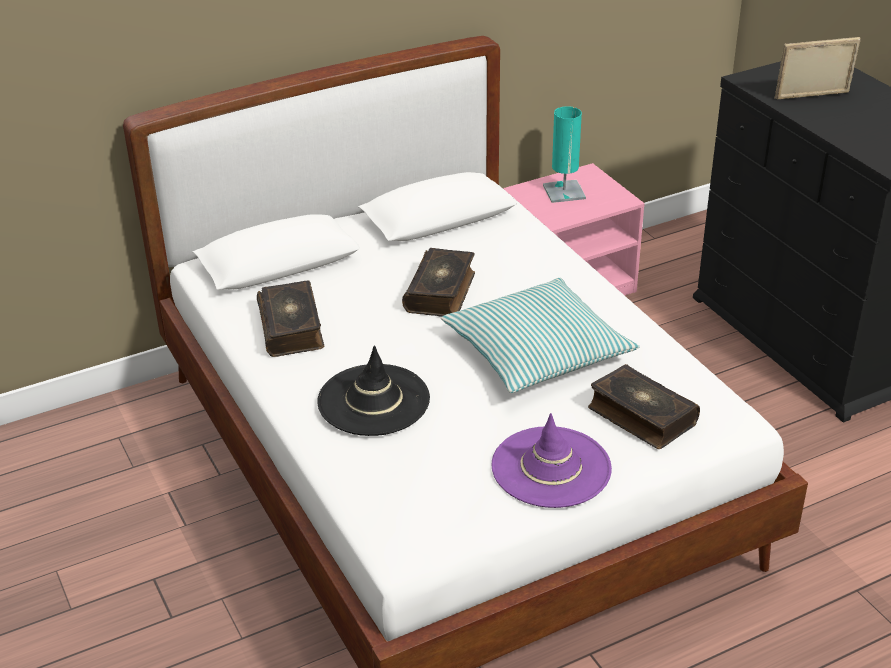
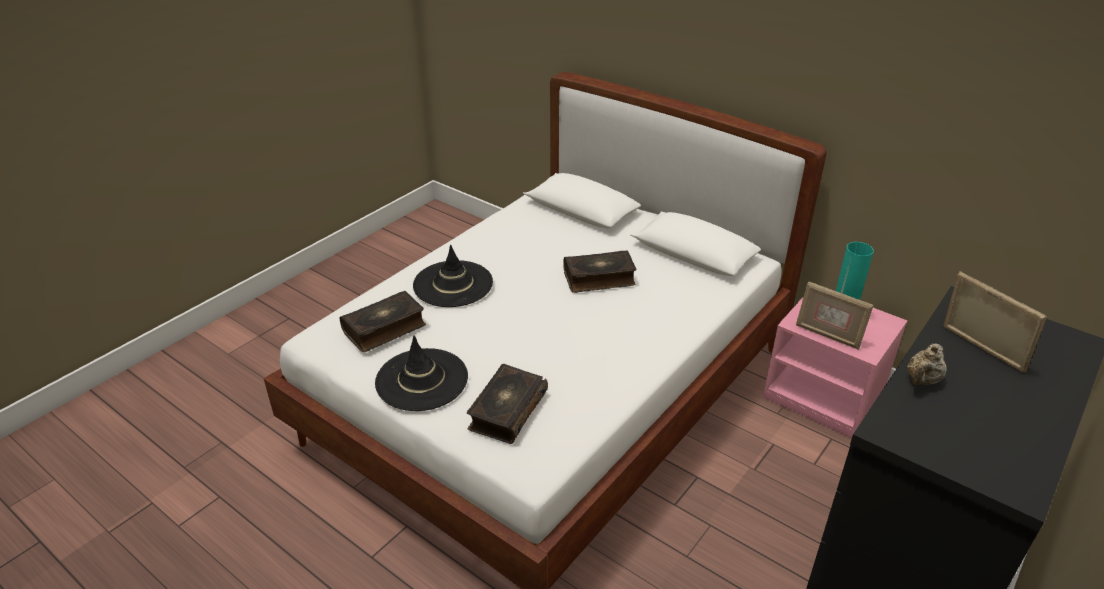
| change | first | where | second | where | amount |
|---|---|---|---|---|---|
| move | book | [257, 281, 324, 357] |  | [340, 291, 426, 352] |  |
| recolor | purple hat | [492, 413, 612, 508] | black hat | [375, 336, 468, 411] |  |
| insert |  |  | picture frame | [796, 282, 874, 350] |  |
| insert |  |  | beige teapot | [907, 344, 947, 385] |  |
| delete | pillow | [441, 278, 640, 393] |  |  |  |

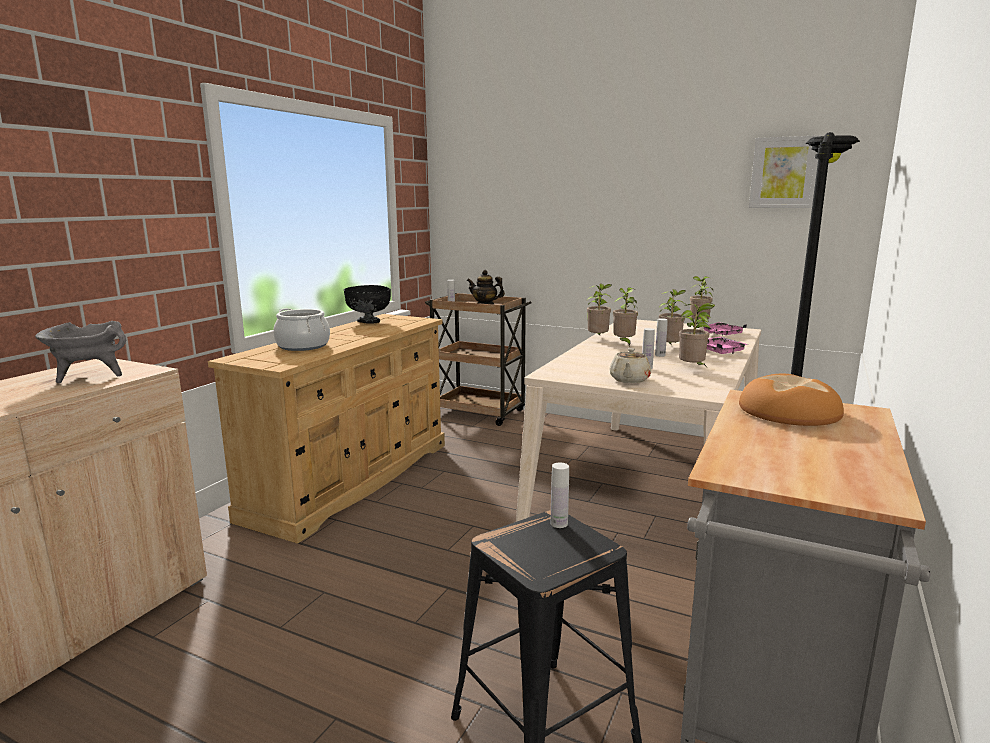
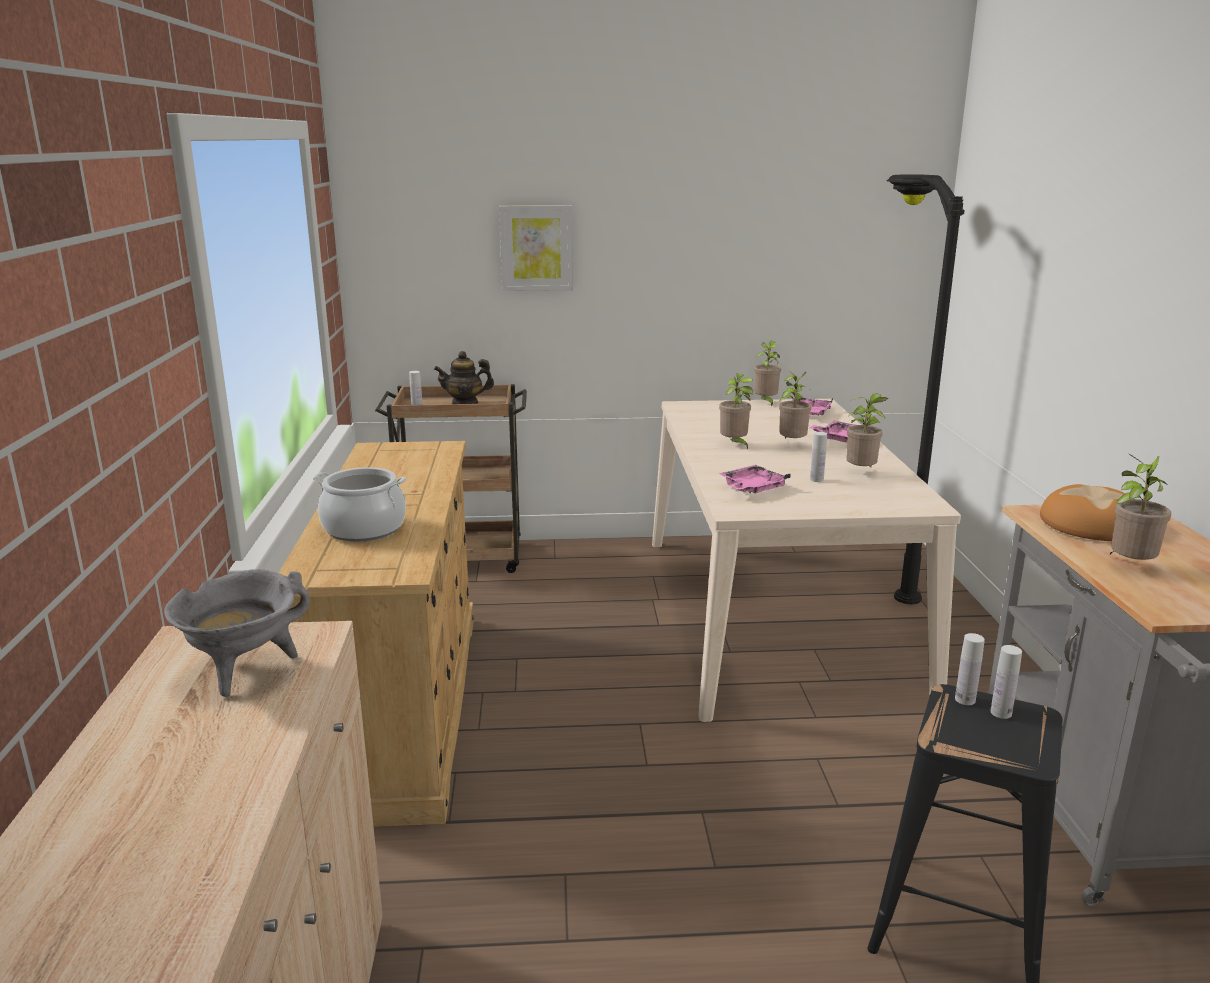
| change | first | where | second | where | amount |
|---|---|---|---|---|---|
| move | picture | [749, 135, 821, 208] |  | [499, 205, 573, 291] |  |
| insert |  |  | pink tray | [719, 465, 791, 493] |  |
| move | white bottle | [655, 318, 668, 357] |  | [991, 645, 1022, 719] |  |
| move | potted plant | [587, 284, 612, 335] |  | [1110, 454, 1171, 560] |  |
| delete | black bowl | [344, 285, 391, 324] |  |  |  |
| delete | beige teapot | [610, 348, 651, 383] |  |  |  |

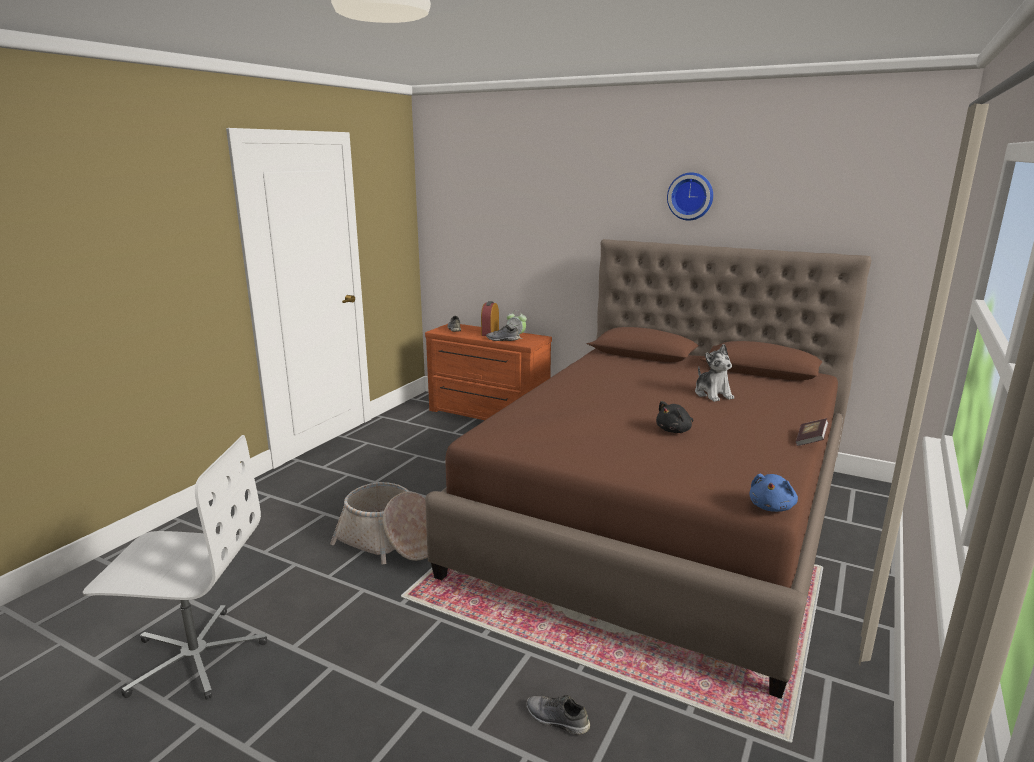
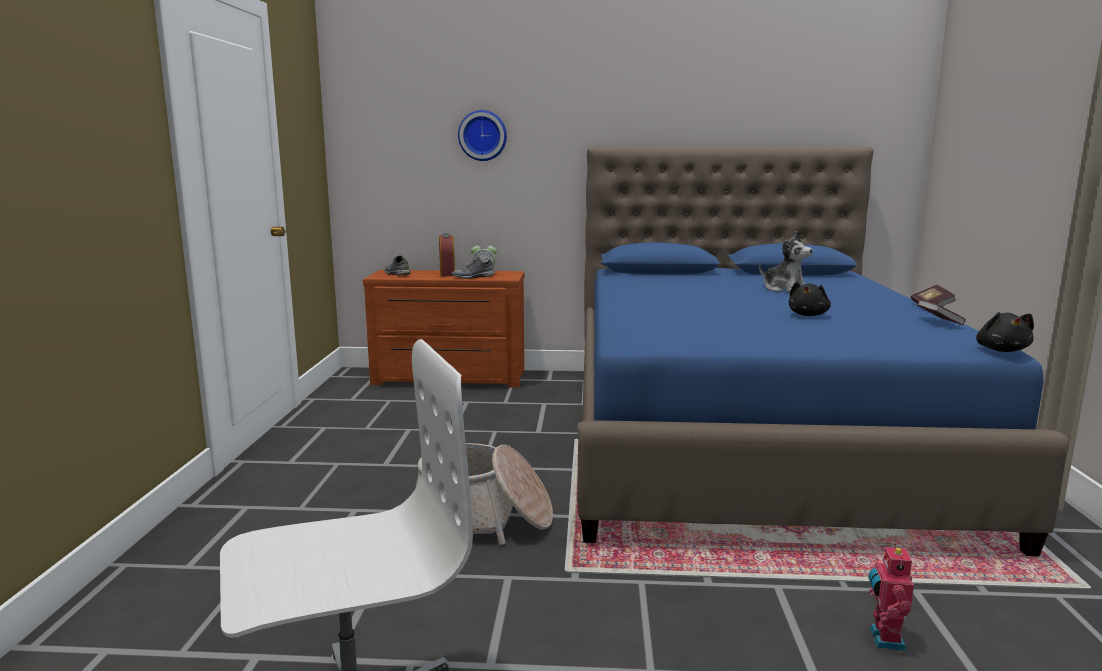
| change | first | where | second | where | amount |
|---|---|---|---|---|---|
| move | wall clock | [667, 172, 713, 221] |  | [458, 110, 507, 161] |  |
| recolor | brown bed | [425, 239, 871, 699] | blue bed | [577, 147, 1070, 556] |  |
| replace | grey shoe | [526, 695, 590, 735] | toy robot | [868, 543, 914, 651] |  |
| insert |  |  | book | [917, 299, 966, 325] |  |
| recolor | blue plush toy | [750, 474, 798, 512] | black plush toy | [976, 312, 1034, 352] |  |

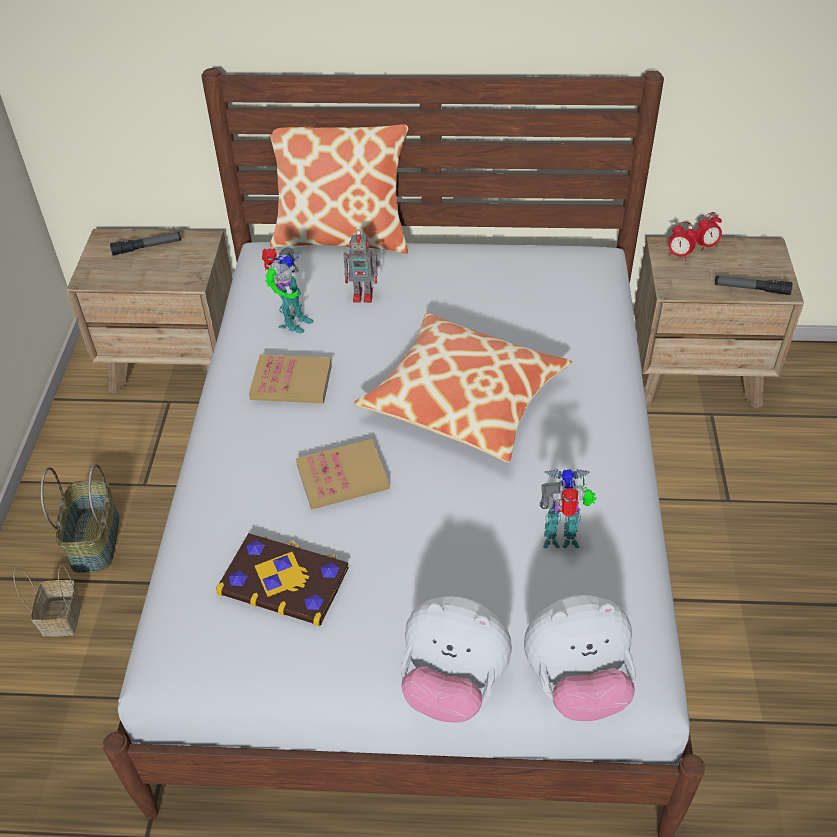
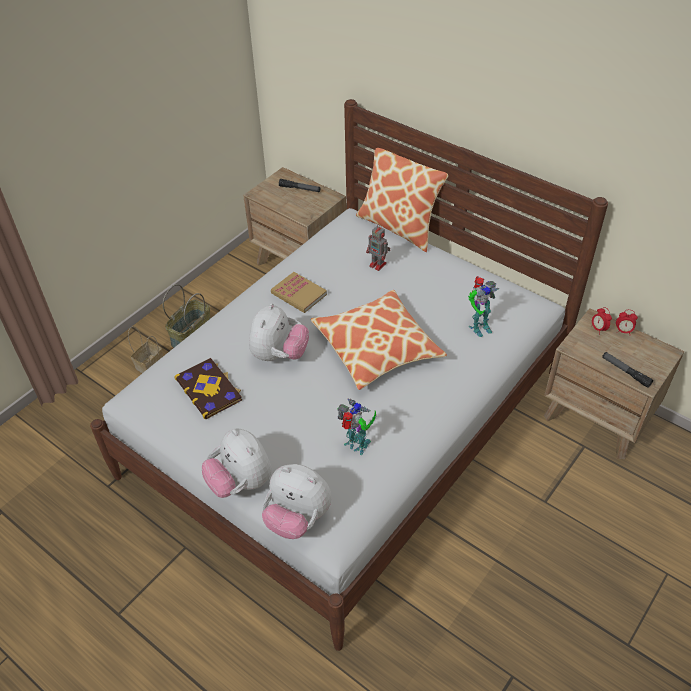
| change | first | where | second | where | amount |
|---|---|---|---|---|---|
| replace | book | [296, 439, 390, 510] | plush toy | [249, 303, 309, 361] |  |
| move | toy robot | [262, 247, 314, 334] |  | [468, 276, 499, 337] |  |

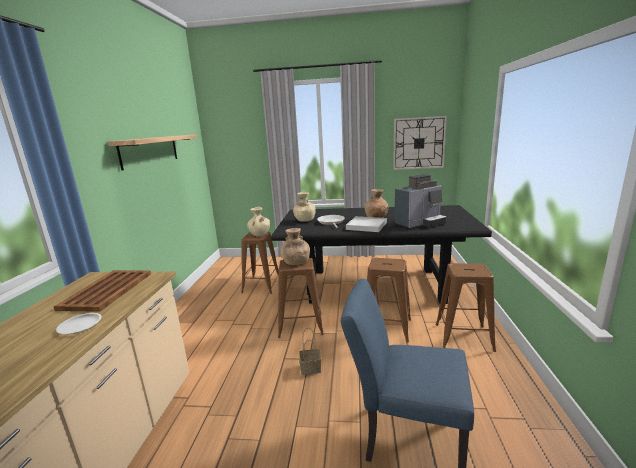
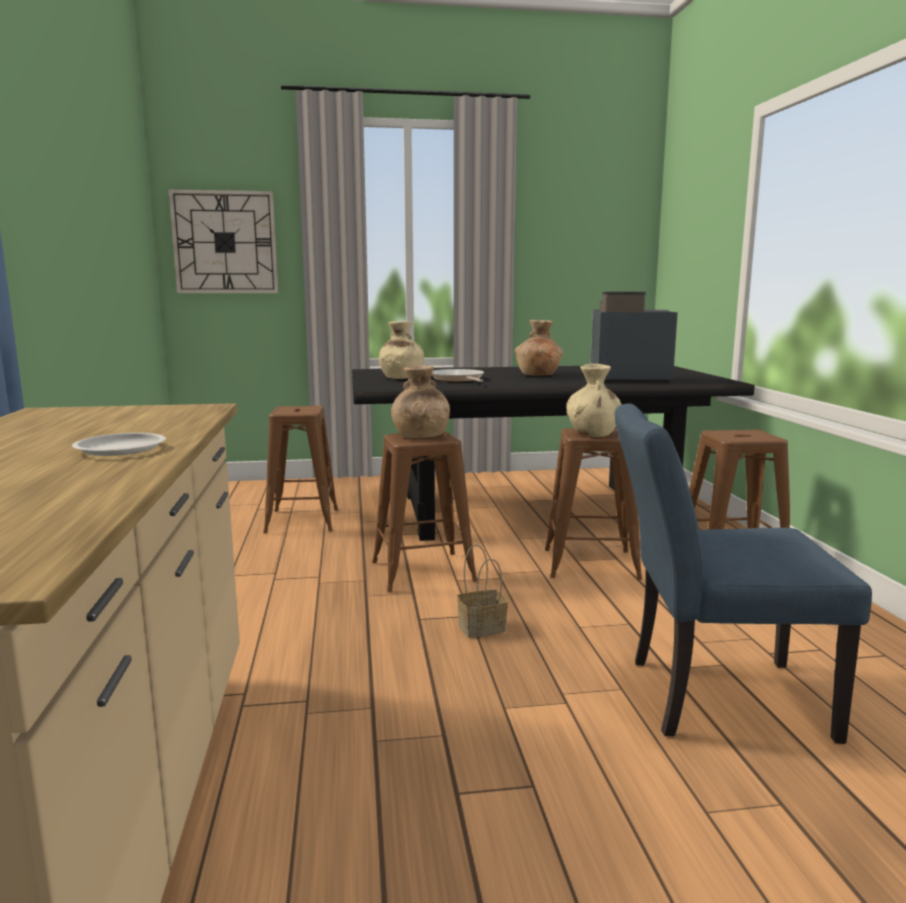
| change | first | where | second | where | amount |
|---|---|---|---|---|---|
| move | wall clock | [393, 116, 447, 170] |  | [168, 189, 278, 293] |  |
| move | beige vase | [247, 207, 270, 236] |  | [566, 364, 622, 437] |  |
| rotate | coffee machine | [395, 174, 447, 228] |  | [589, 291, 678, 382] | 135 degrees counterclockwise |
| delete | brown tray | [54, 271, 151, 312] |  |  |  |
| delete | shelf | [108, 135, 197, 171] |  |  |  |
| delete | white tray | [346, 216, 387, 232] |  |  |  |

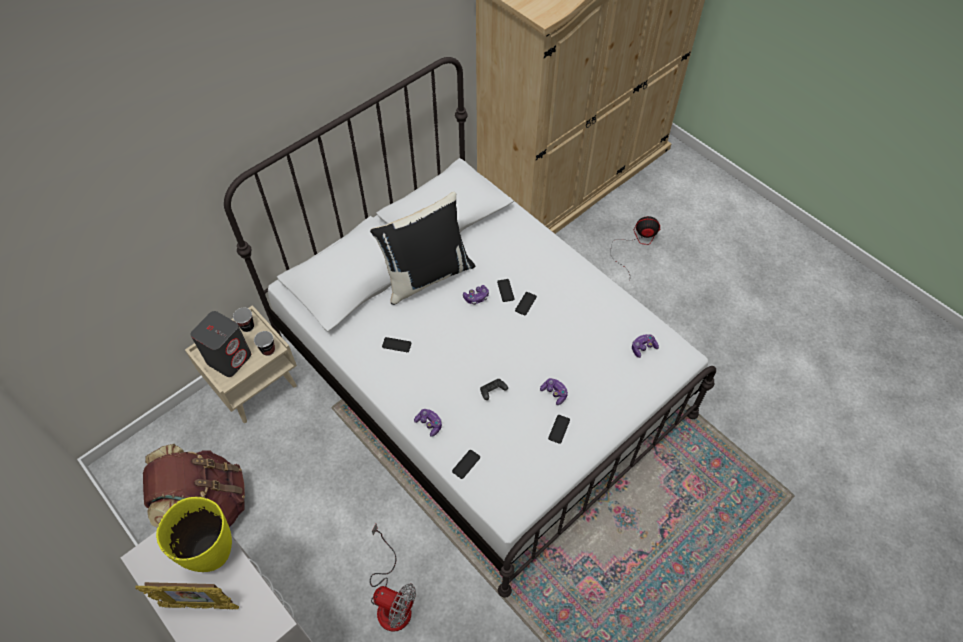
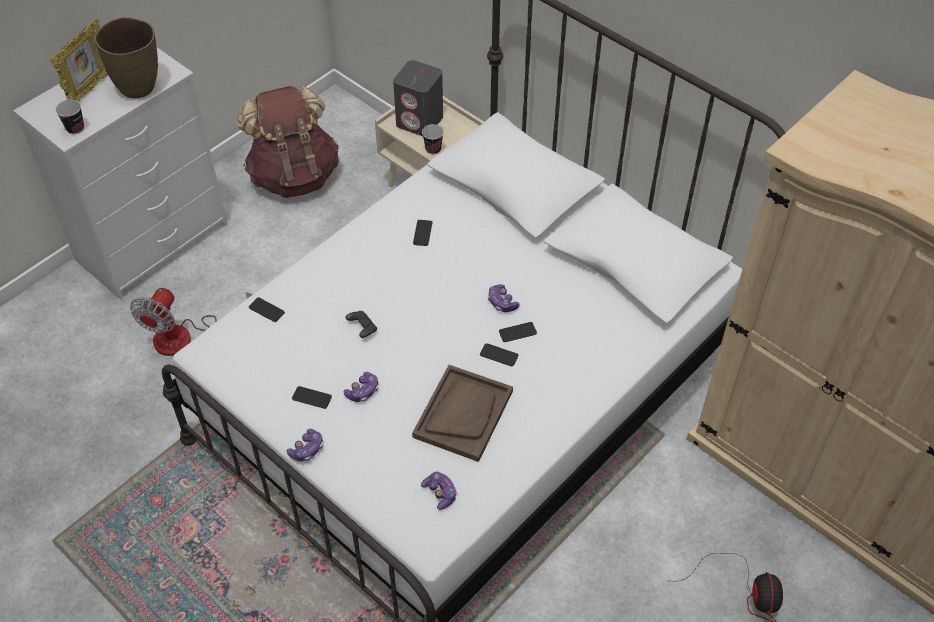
| change | first | where | second | where | amount |
|---|---|---|---|---|---|
| rotate | picture frame | [135, 582, 239, 609] |  | [51, 18, 108, 102] | 150 degrees counterclockwise |
| move | cup | [233, 308, 254, 332] |  | [56, 100, 84, 134] |  |
| recolor | yellow vase | [156, 497, 232, 572] | brown vase | [94, 17, 158, 98] |  |
| move | game controller | [414, 409, 442, 437] |  | [287, 429, 323, 462] |  |
| insert |  |  | brown tray | [412, 365, 513, 462] |  |
| delete | black pillow | [370, 192, 475, 305] |  |  |  |

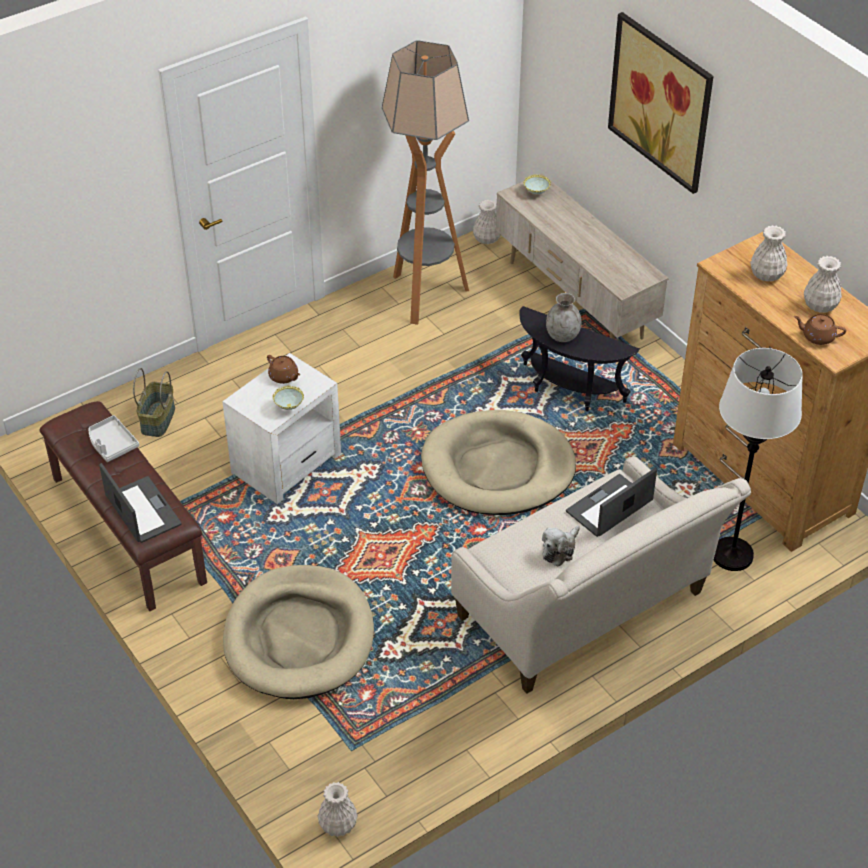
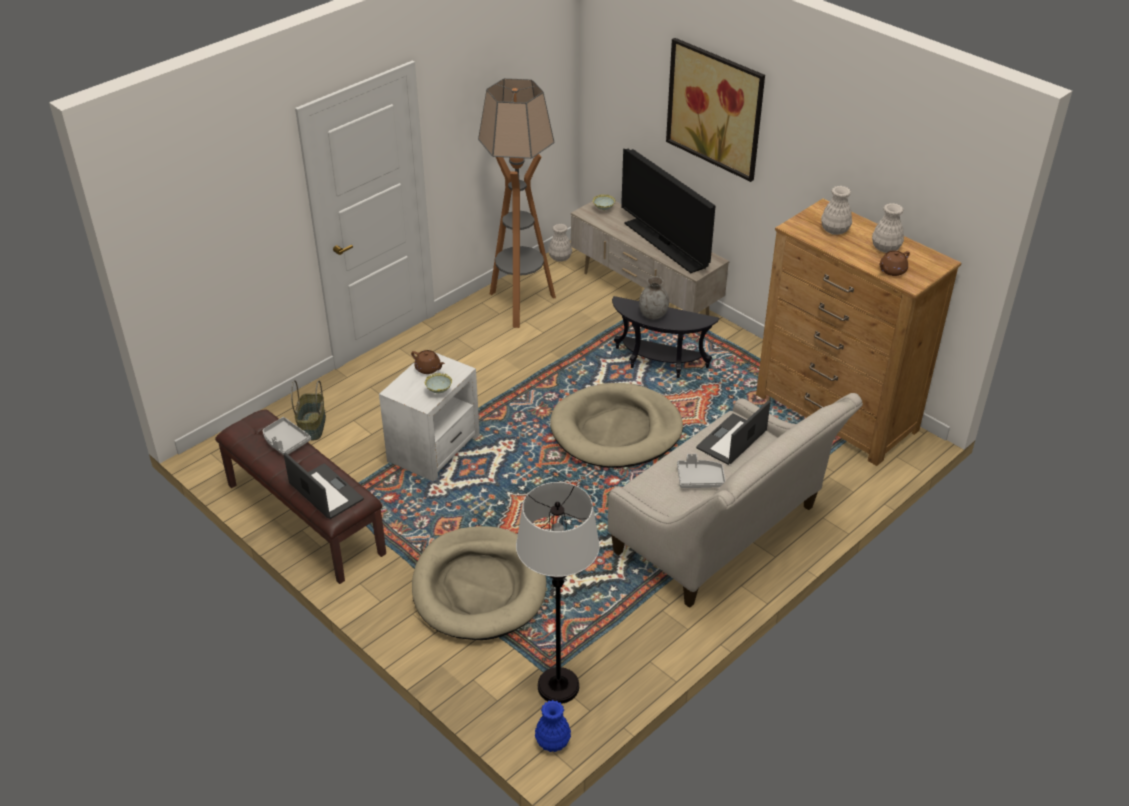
| change | first | where | second | where | amount |
|---|---|---|---|---|---|
| move | white floor lamp | [714, 348, 803, 571] |  | [516, 482, 600, 704] |  |
| recolor | white vase | [318, 782, 358, 837] | blue vase | [535, 700, 571, 752] |  |
| insert |  |  | television | [621, 149, 715, 273] |  |
| replace | plush toy | [542, 526, 580, 566] | grey tray | [677, 454, 725, 488] |  |
| rotate | brown teapot | [794, 314, 846, 345] |  | [879, 251, 910, 276] | 45 degrees counterclockwise |

